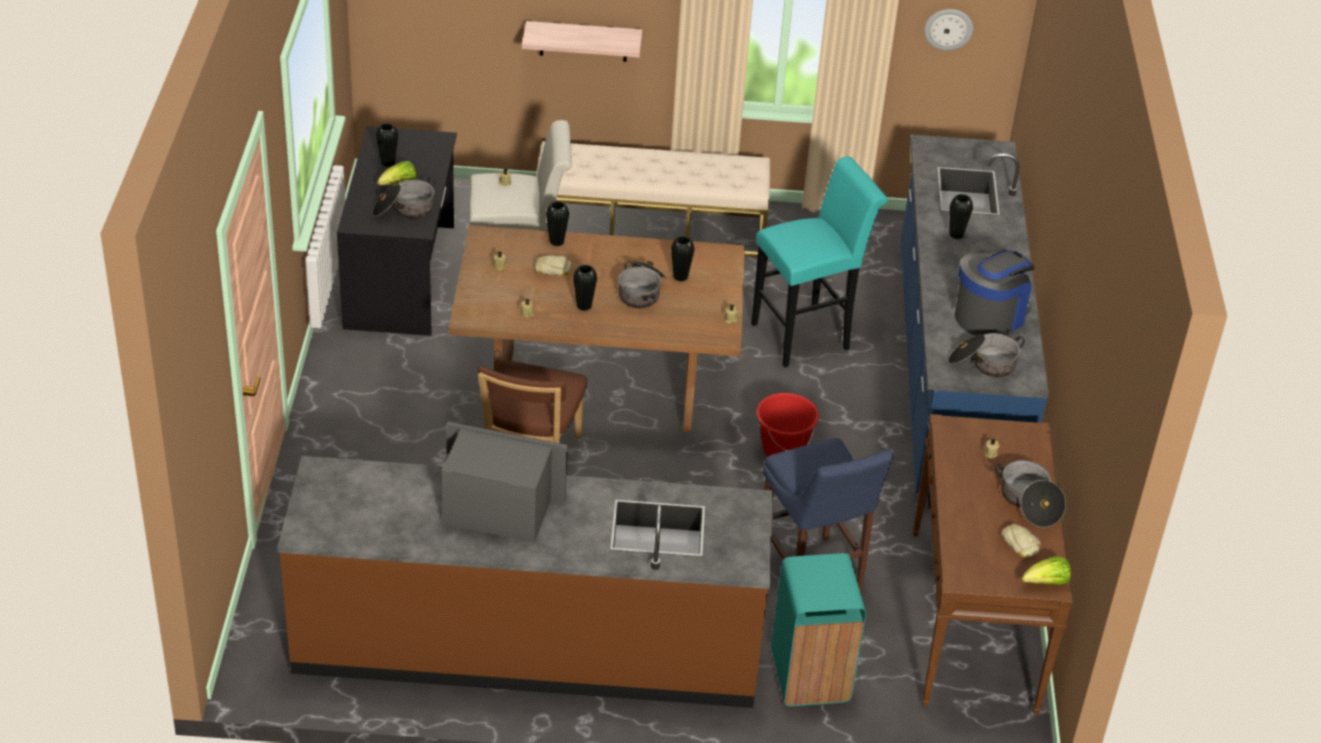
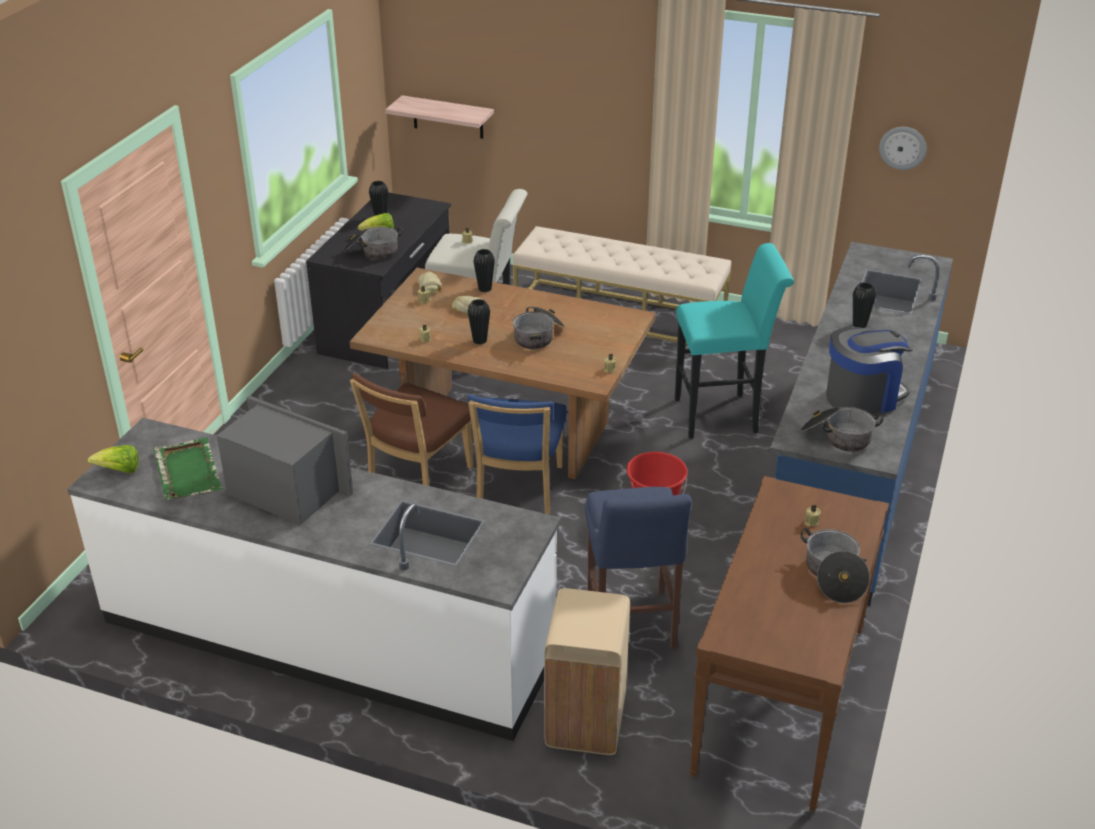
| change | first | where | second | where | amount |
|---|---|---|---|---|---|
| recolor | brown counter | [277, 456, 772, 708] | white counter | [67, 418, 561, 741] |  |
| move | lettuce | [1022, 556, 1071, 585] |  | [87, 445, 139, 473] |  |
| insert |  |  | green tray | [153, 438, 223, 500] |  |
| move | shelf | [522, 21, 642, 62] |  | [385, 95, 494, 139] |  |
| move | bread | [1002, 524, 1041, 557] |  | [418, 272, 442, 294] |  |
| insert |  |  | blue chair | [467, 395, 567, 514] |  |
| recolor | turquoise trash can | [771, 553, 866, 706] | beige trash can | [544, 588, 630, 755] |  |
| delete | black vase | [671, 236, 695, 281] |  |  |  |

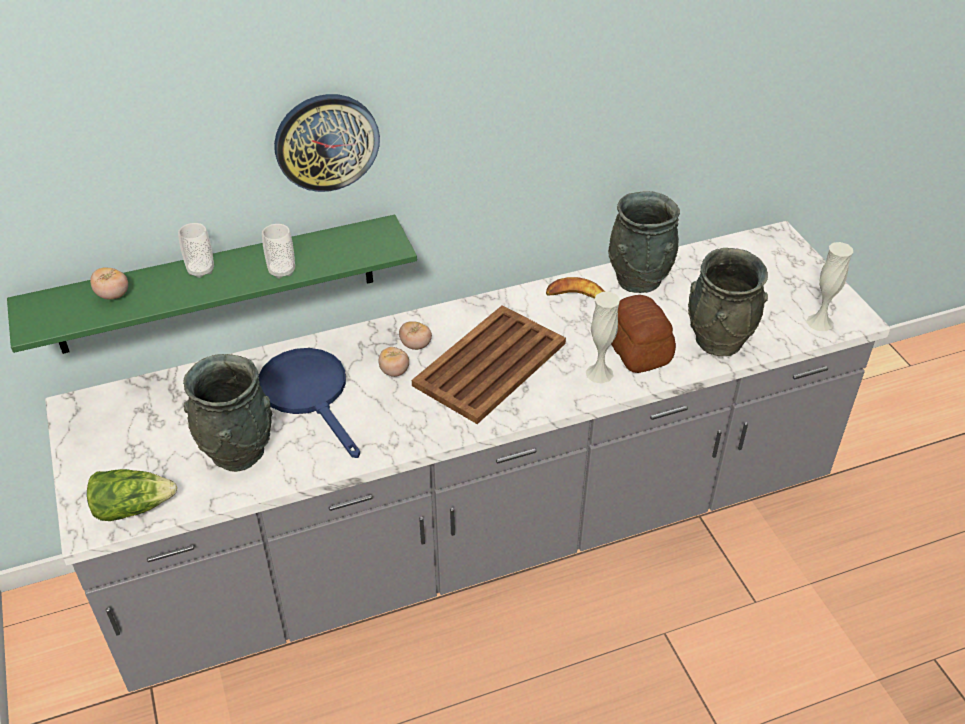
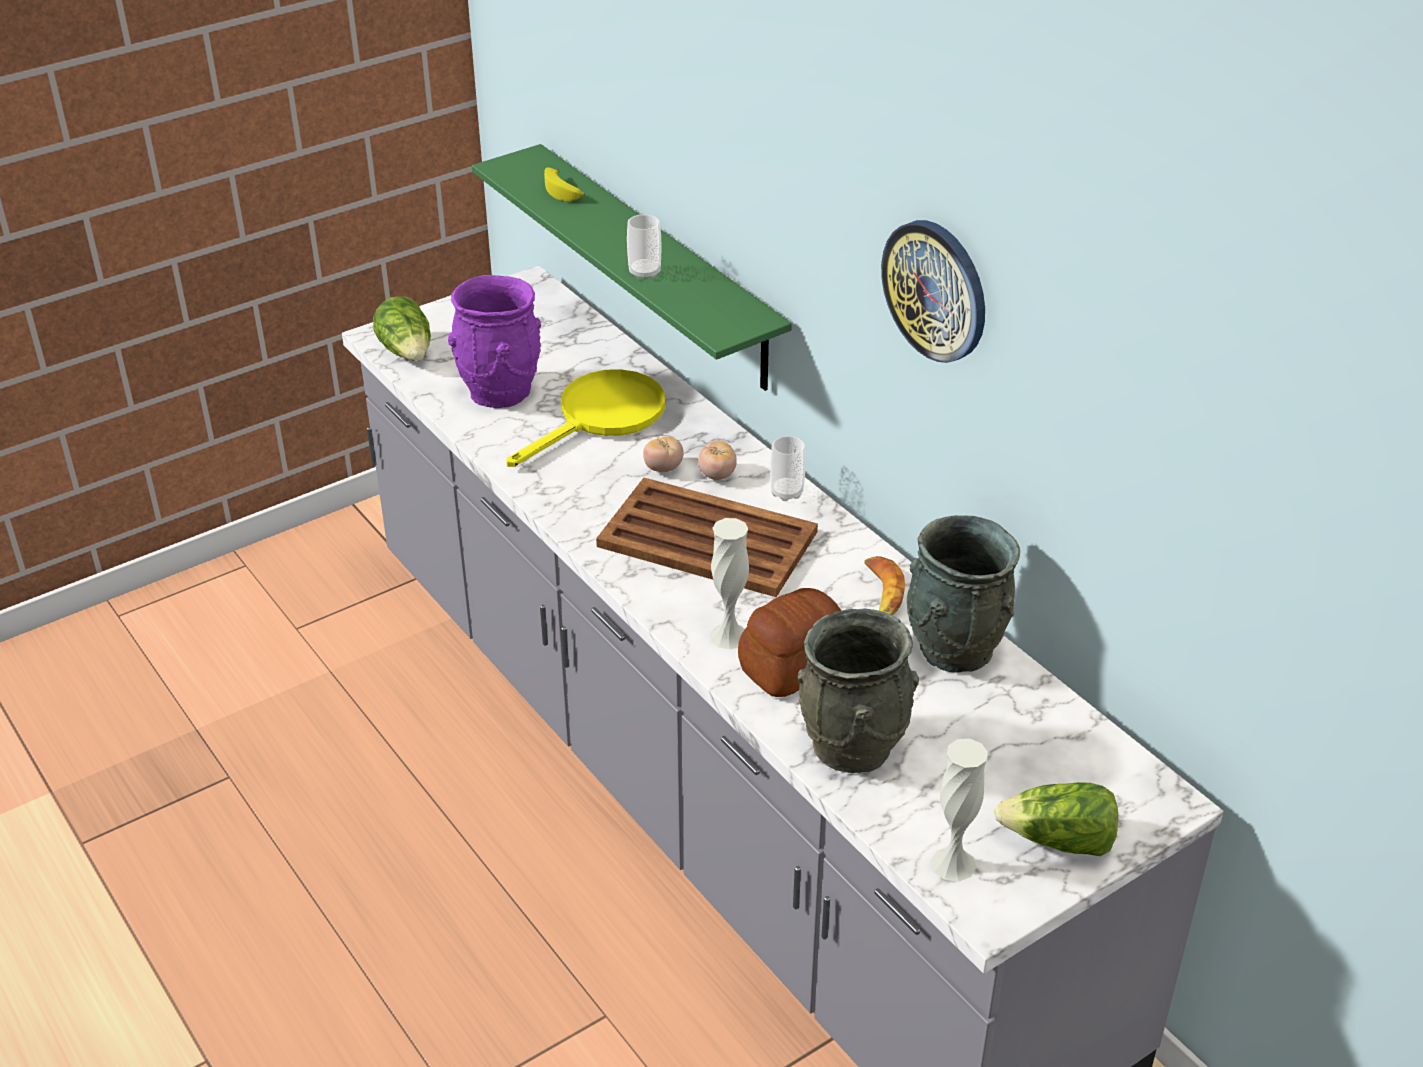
| change | first | where | second | where | amount |
|---|---|---|---|---|---|
| recolor | grey vase | [183, 354, 273, 472] | purple vase | [448, 275, 541, 408] |  |
| recolor | blue frying pan | [258, 348, 360, 458] | yellow frying pan | [506, 369, 665, 467] |  |
| replace | tomato | [90, 267, 128, 300] | banana | [544, 167, 585, 201] |  |
| move | cup | [178, 223, 214, 278] |  | [770, 436, 806, 501] |  |
| move | wall clock | [274, 94, 380, 192] |  | [881, 220, 985, 363] |  |
| insert |  |  | lettuce | [994, 782, 1118, 856] |  |

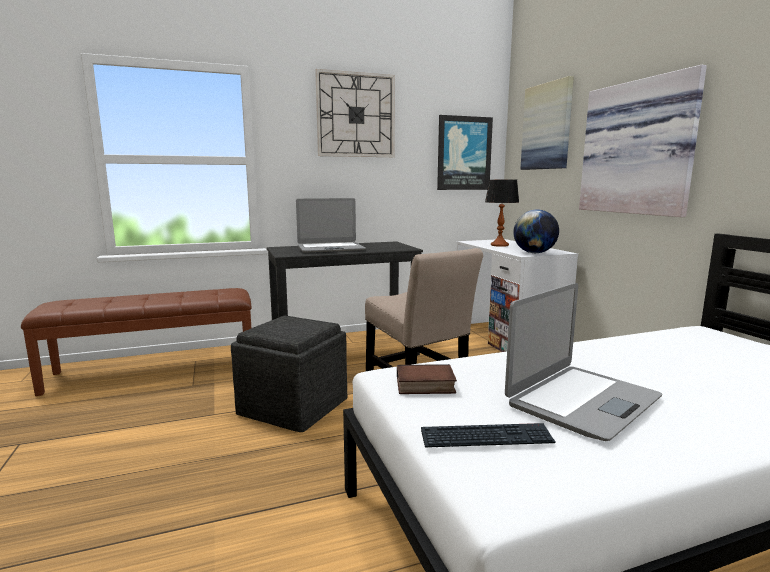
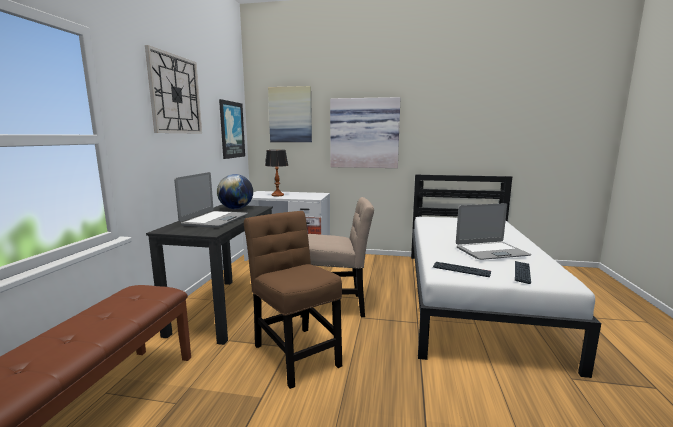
| change | first | where | second | where | amount |
|---|---|---|---|---|---|
| move | globe | [513, 209, 559, 253] |  | [217, 174, 253, 209] |  |
| replace | grey ottoman | [231, 316, 347, 432] | brown chair | [244, 211, 342, 389] |  |
| replace | book | [397, 364, 457, 394] | keyboard | [433, 262, 491, 277] |  |
| rotate | laptop | [505, 283, 662, 441] |  | [456, 203, 531, 260] | 90 degrees clockwise |

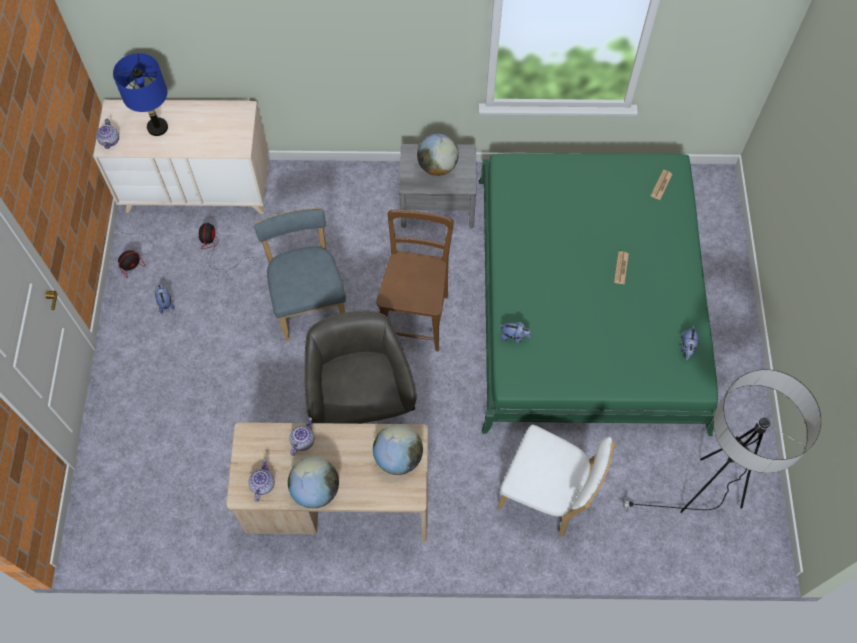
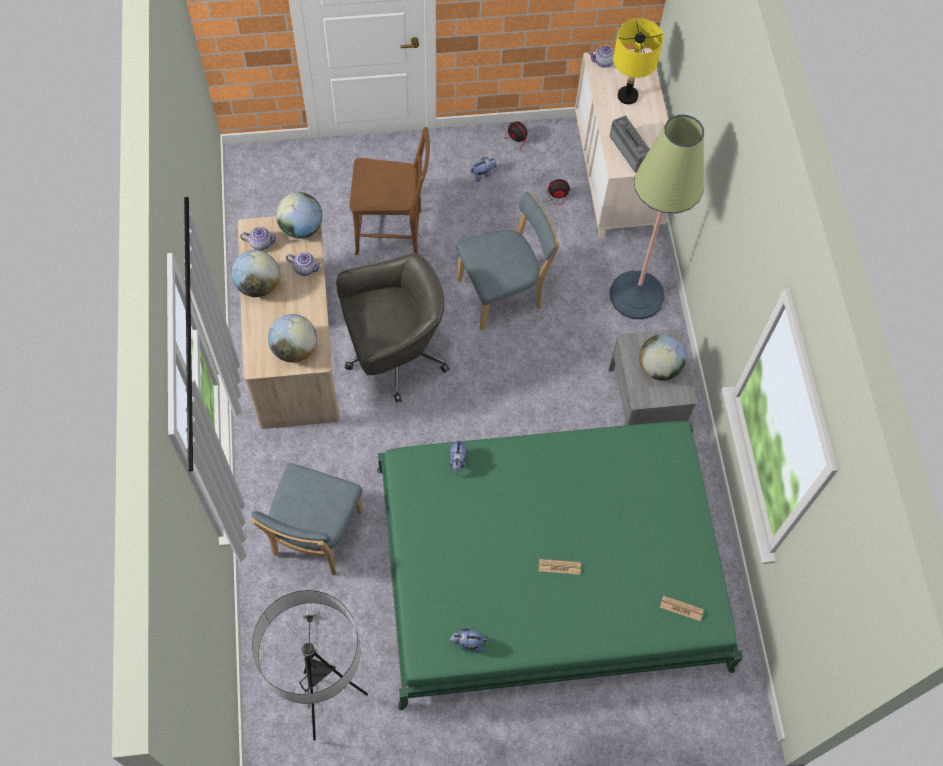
| change | first | where | second | where | amount |
|---|---|---|---|---|---|
| recolor | white chair | [497, 425, 615, 536] | blue chair | [250, 463, 363, 575] |  |
| insert |  |  | globe | [276, 192, 323, 239] |  |
| move | brown chair | [376, 210, 454, 351] |  | [349, 127, 430, 255] |  |
| insert |  |  | floor lamp | [610, 115, 704, 319] |  |
| insert |  |  | radio | [610, 116, 650, 173] |  |
| recolor | blue table lamp | [113, 53, 168, 136] | yellow table lamp | [613, 18, 664, 104] |  |

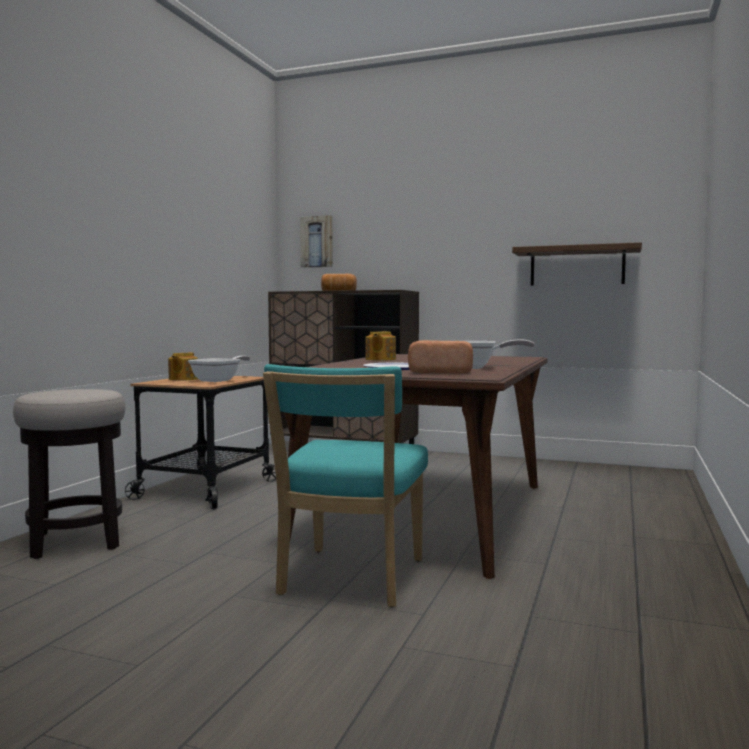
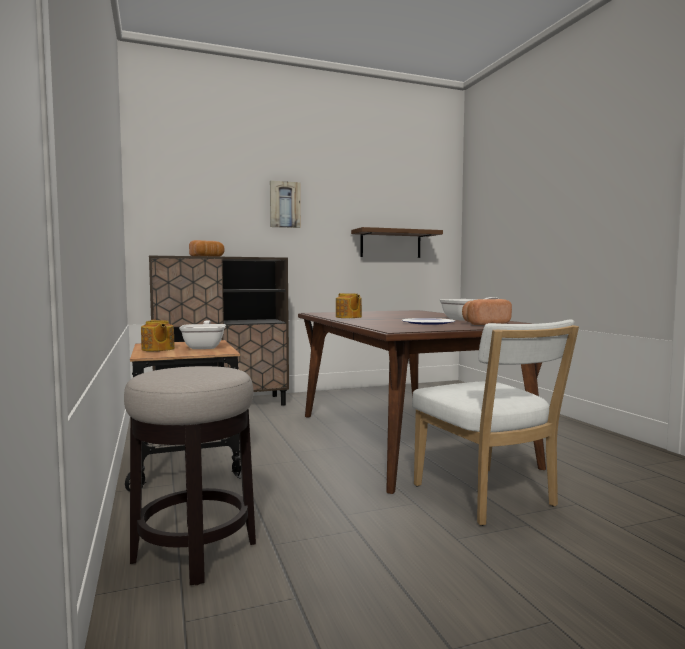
| change | first | where | second | where | amount |
|---|---|---|---|---|---|
| move | picture | [300, 215, 333, 268] |  | [270, 181, 300, 228] |  |
| recolor | turquoise chair | [263, 364, 428, 607] | white chair | [412, 319, 579, 526] |  |

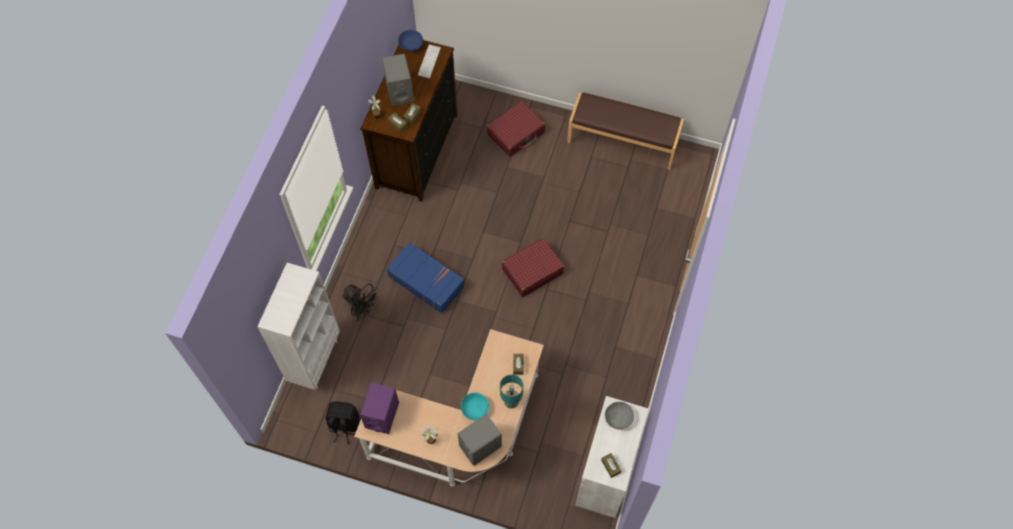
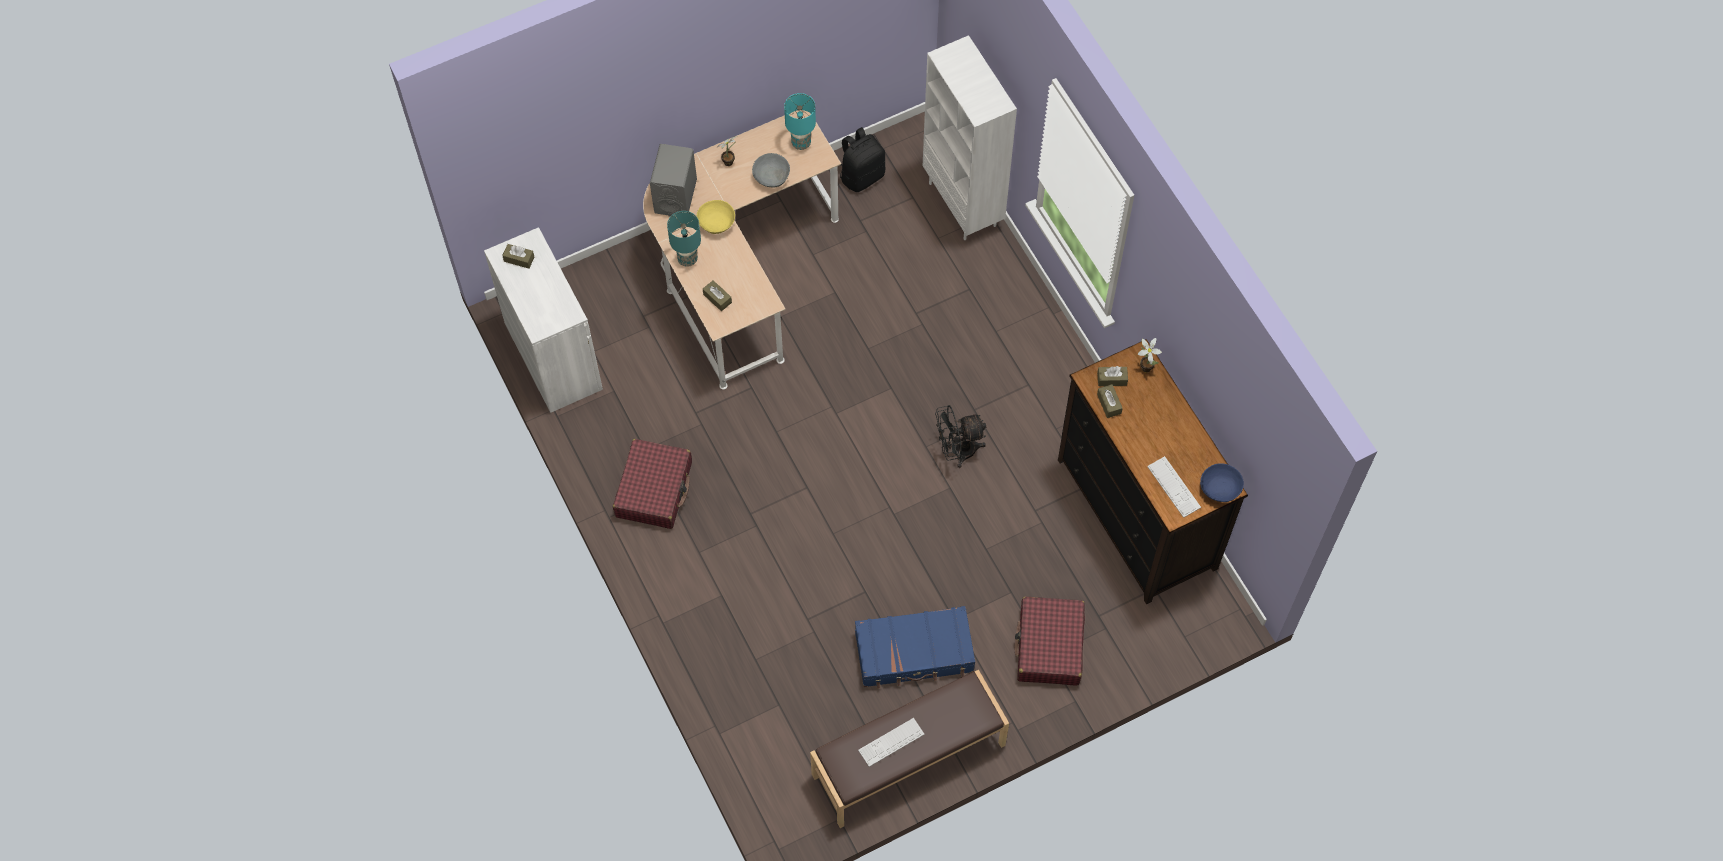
| change | first | where | second | where | amount |
|---|---|---|---|---|---|
| move | red suitcase | [502, 238, 564, 297] |  | [613, 439, 692, 529] |  |
| recolor | turquoise bowl | [461, 393, 489, 420] | yellow bowl | [697, 200, 735, 234] |  |
| move | grey bowl | [605, 402, 634, 430] |  | [752, 153, 790, 187] |  |
| replace | purple speaker | [360, 382, 399, 434] | turquoise table lamp | [784, 93, 816, 150] |  |
| move | blue suitcase | [386, 242, 465, 314] |  | [855, 606, 975, 689] |  |
| insert |  |  | keyboard | [858, 718, 925, 767] |  |
| move | black fan | [341, 284, 379, 321] |  | [935, 405, 986, 468] |  |
| delete | grey speaker | [382, 54, 414, 106] |  |  |  |

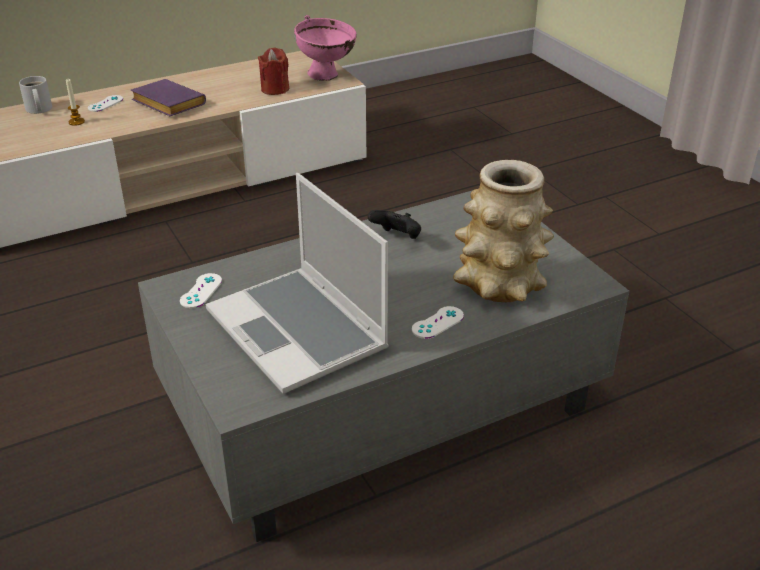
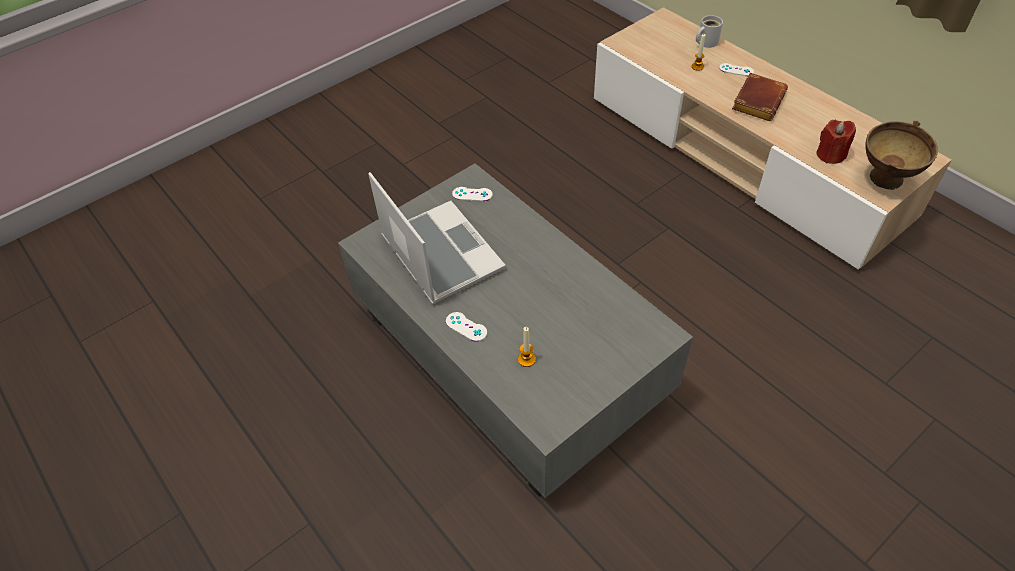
| change | first | where | second | where | amount |
|---|---|---|---|---|---|
| rotate | laptop | [205, 173, 389, 394] |  | [368, 172, 506, 304] | 105 degrees clockwise |
| replace | vase | [453, 160, 554, 302] | candle | [518, 327, 536, 367] |  |
| recolor | purple book | [131, 79, 206, 116] | brown book | [732, 73, 788, 121] |  |
| recolor | pink bowl | [294, 15, 357, 81] | brown bowl | [865, 121, 938, 190] |  |
| delete | black game controller | [368, 210, 421, 239] |  |  |  |

